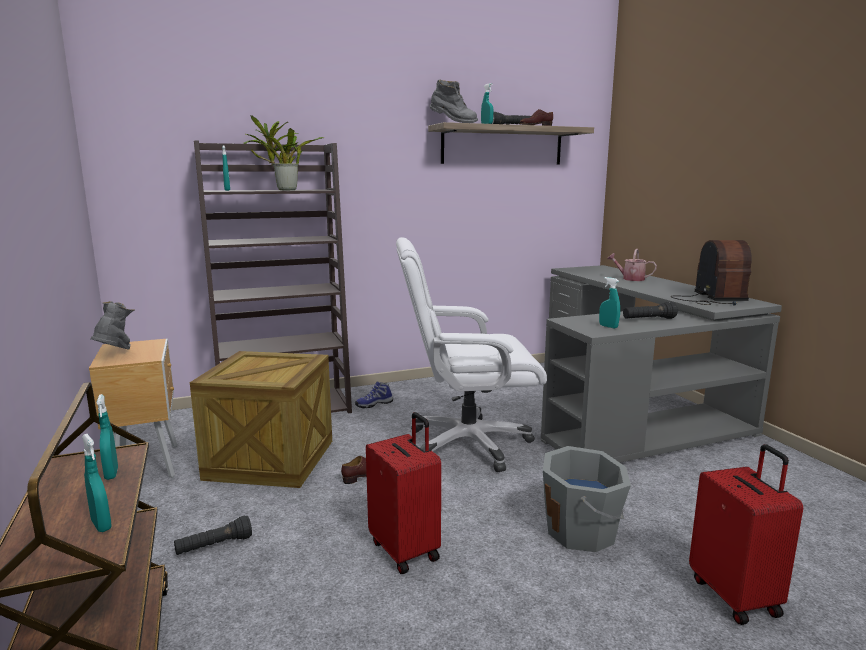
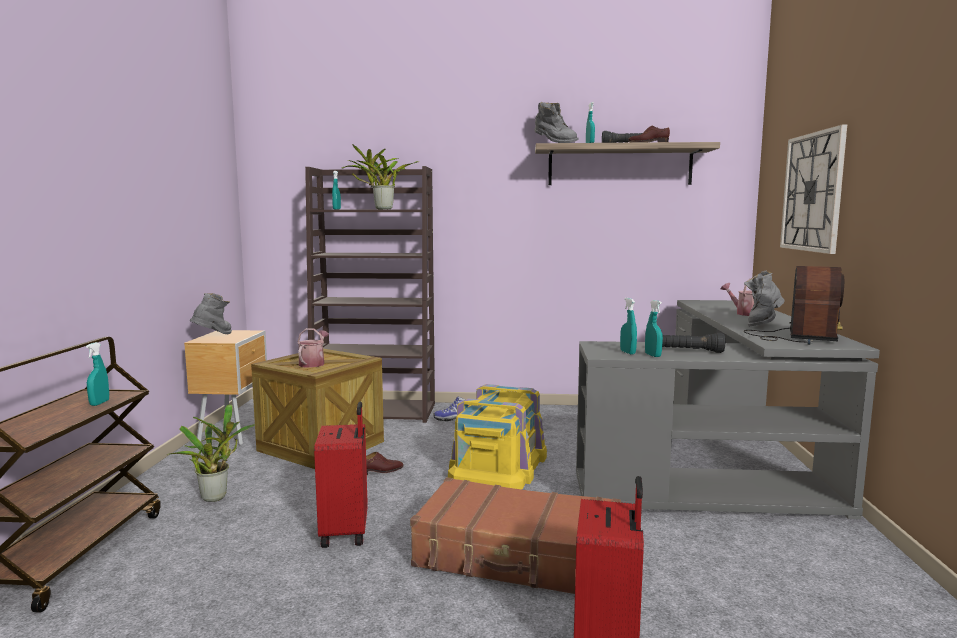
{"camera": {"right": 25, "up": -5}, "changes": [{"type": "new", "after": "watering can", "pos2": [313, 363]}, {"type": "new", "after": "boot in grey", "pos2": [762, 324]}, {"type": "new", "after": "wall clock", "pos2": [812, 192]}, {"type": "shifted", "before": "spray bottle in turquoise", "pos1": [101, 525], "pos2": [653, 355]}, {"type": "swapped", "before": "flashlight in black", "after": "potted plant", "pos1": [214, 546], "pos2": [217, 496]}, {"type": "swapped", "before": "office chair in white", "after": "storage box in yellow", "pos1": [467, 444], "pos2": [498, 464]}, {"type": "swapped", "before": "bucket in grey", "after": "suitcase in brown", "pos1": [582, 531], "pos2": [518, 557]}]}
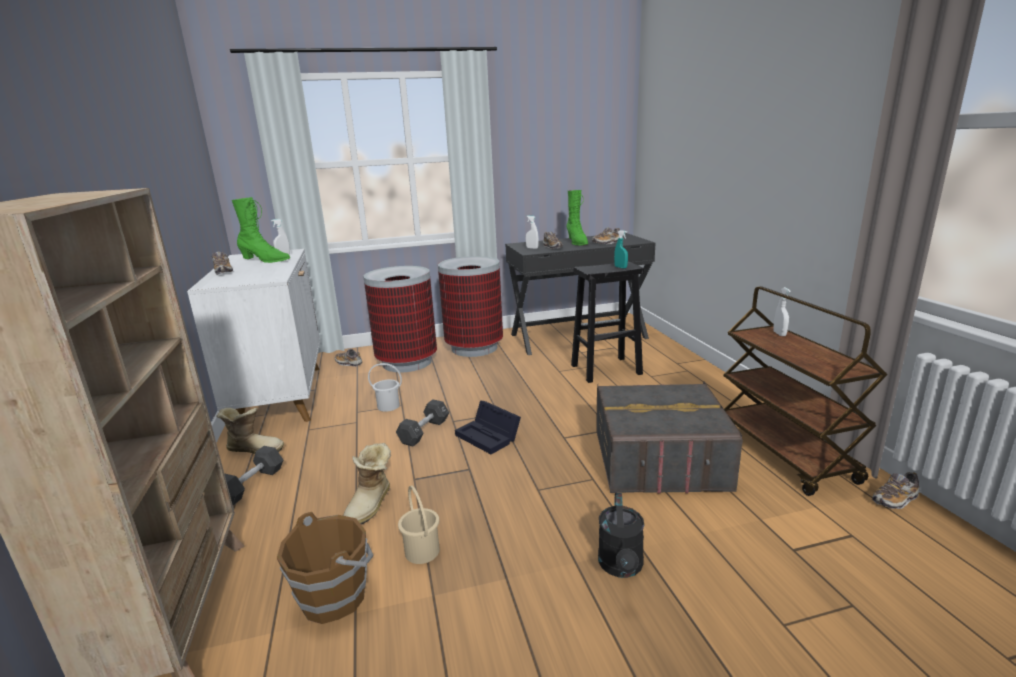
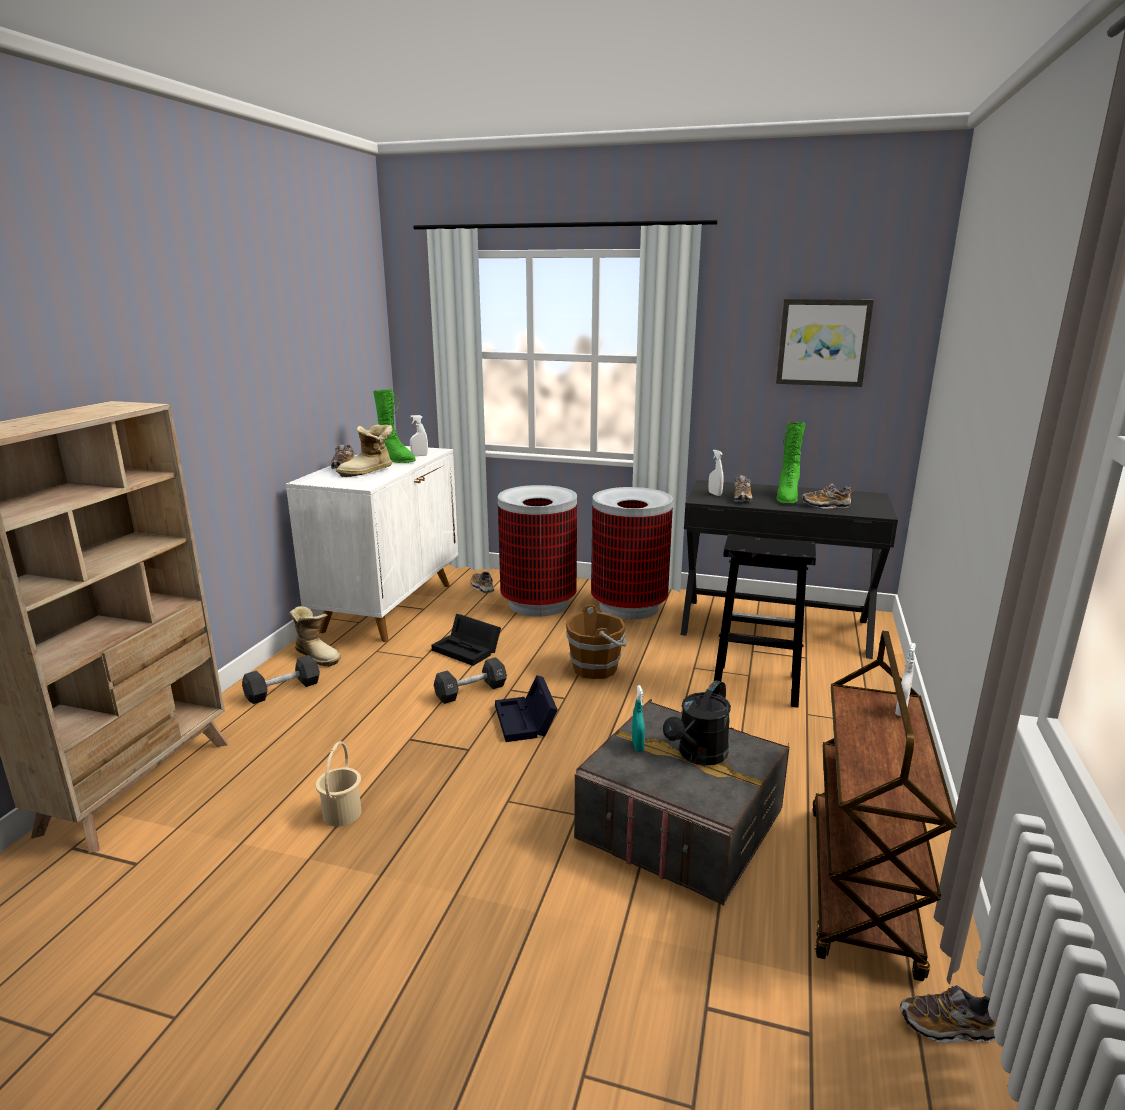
{"camera": {"right": 30, "up": 0}, "changes": [{"type": "new", "after": "picture", "pos2": [823, 342]}, {"type": "shifted", "before": "bucket in brown", "pos1": [335, 596], "pos2": [596, 668]}, {"type": "shifted", "before": "boot", "pos1": [371, 505], "pos2": [368, 472]}, {"type": "shifted", "before": "watering can in black", "pos1": [621, 567], "pos2": [698, 756]}, {"type": "shifted", "before": "spray bottle in turquoise", "pos1": [620, 267], "pos2": [637, 746]}, {"type": "swapped", "before": "bucket in white", "after": "storage box in black", "pos1": [388, 406], "pos2": [468, 650]}]}
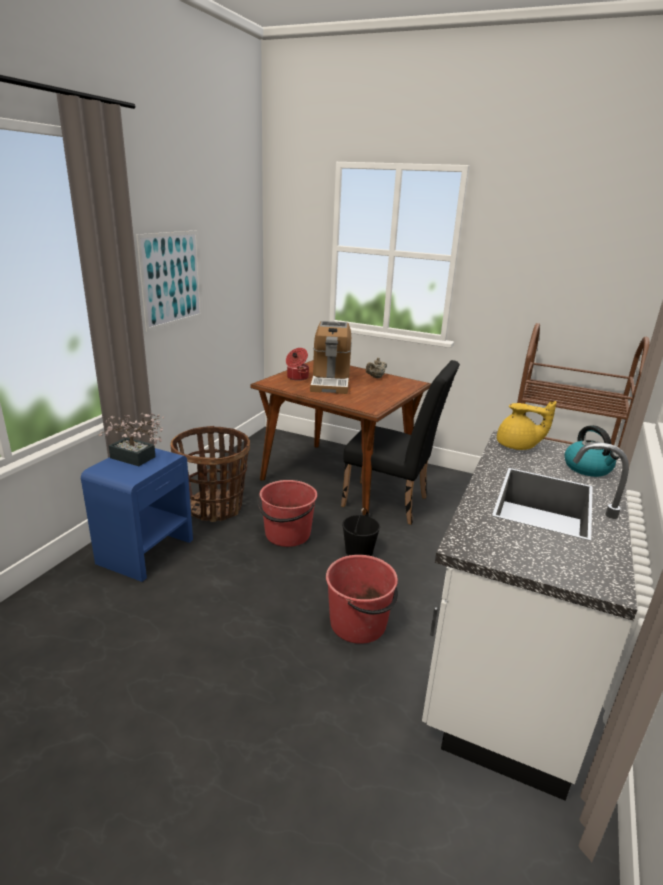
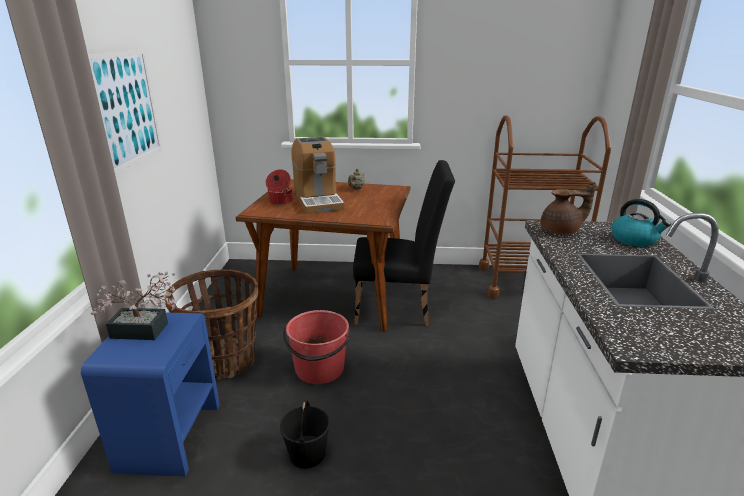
{"camera": {"right": -20, "up": 0}, "changes": [{"type": "gone", "before": "bucket in red", "pos1": [359, 623]}, {"type": "shifted", "before": "bucket in black", "pos1": [359, 551], "pos2": [307, 454]}, {"type": "repainted", "before": "teapot in yellow", "after": "teapot in brown", "pos1": [517, 446], "pos2": [561, 231]}]}
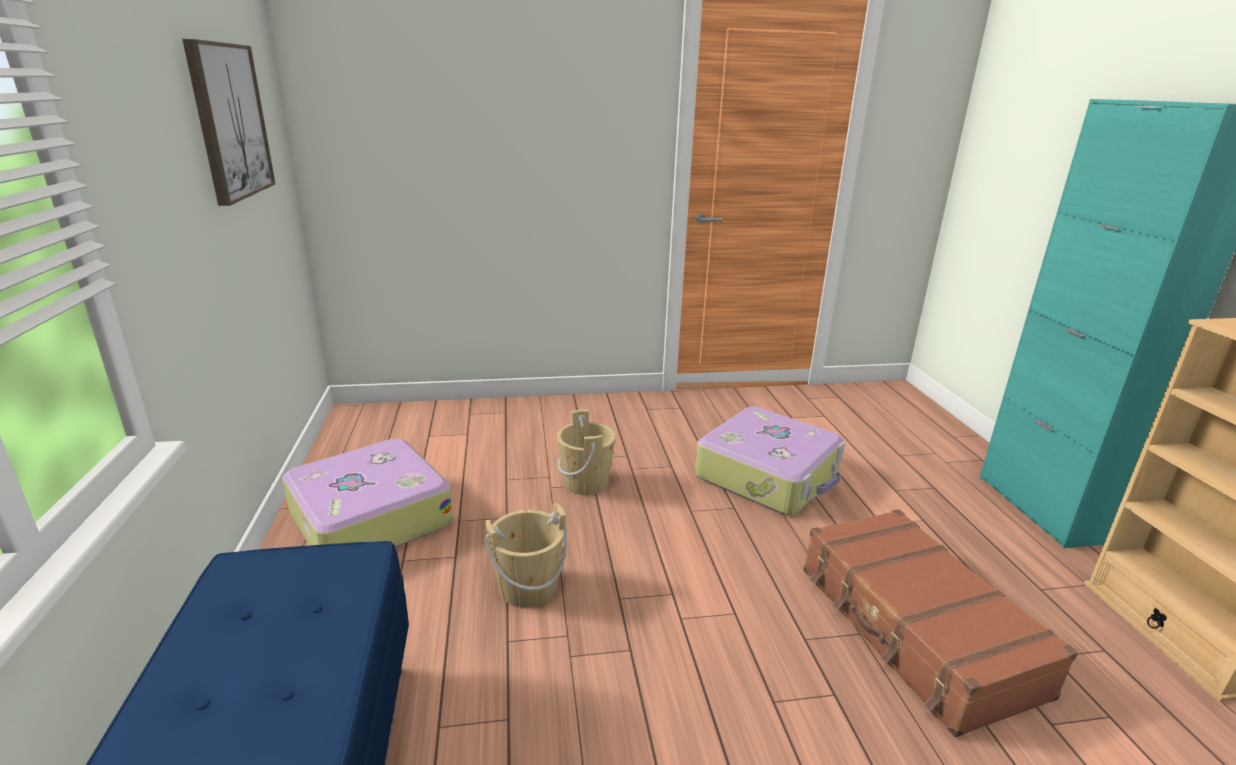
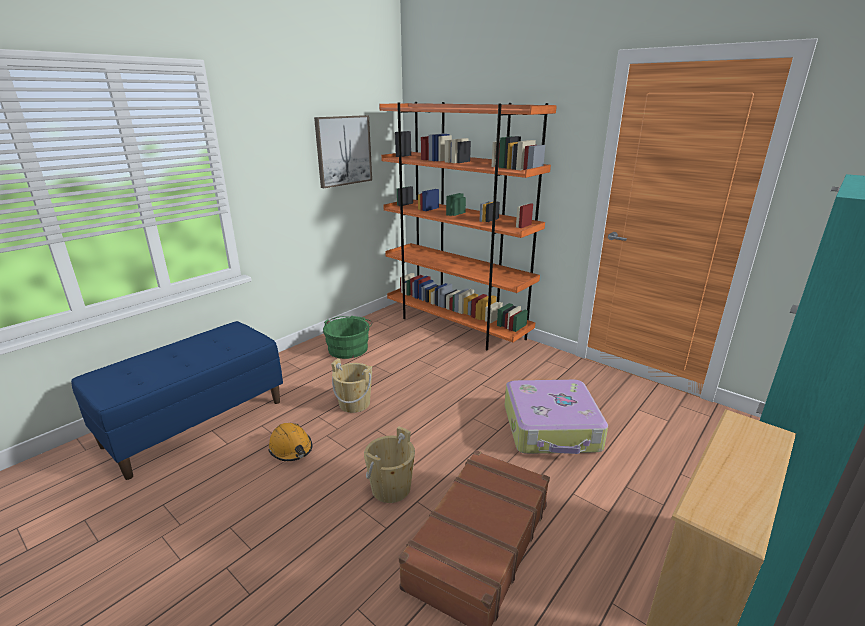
{"camera": {"right": 50, "up": 0}, "changes": [{"type": "new", "after": "hard hat in orange", "pos2": [291, 448]}, {"type": "new", "after": "bookcase in orange", "pos2": [456, 326]}, {"type": "shifted", "before": "bucket in beige", "pos1": [585, 482], "pos2": [391, 488]}, {"type": "swapped", "before": "suitcase", "after": "bucket in green", "pos1": [369, 518], "pos2": [349, 348]}]}
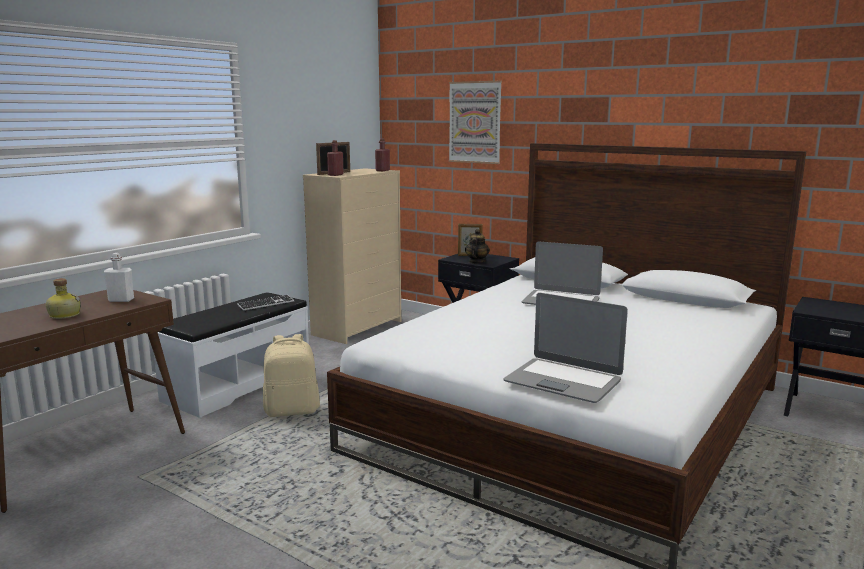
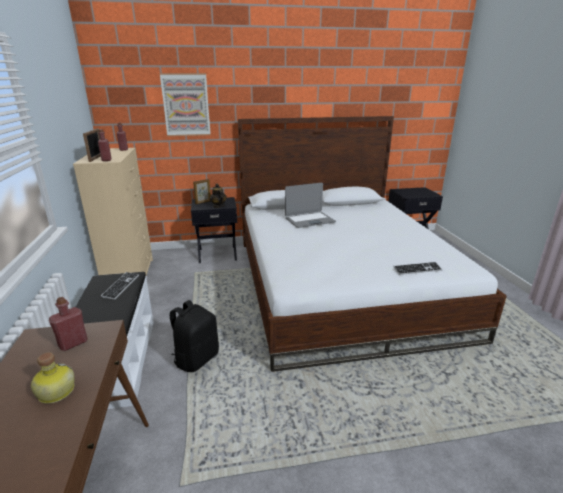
{"camera": {"right": -45, "up": 10}, "changes": [{"type": "swapped", "before": "laptop", "after": "keyboard", "pos1": [563, 381], "pos2": [417, 269]}, {"type": "repainted", "before": "bottle in white", "after": "bottle in red", "pos1": [121, 300], "pos2": [73, 343]}, {"type": "repainted", "before": "backpack in beige", "after": "backpack in black", "pos1": [292, 410], "pos2": [196, 359]}]}
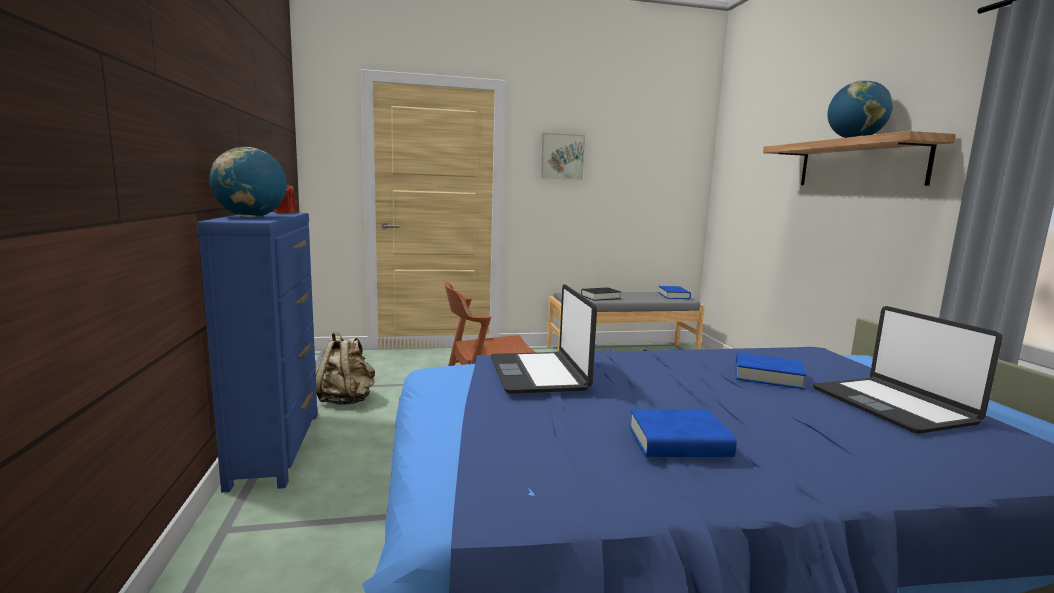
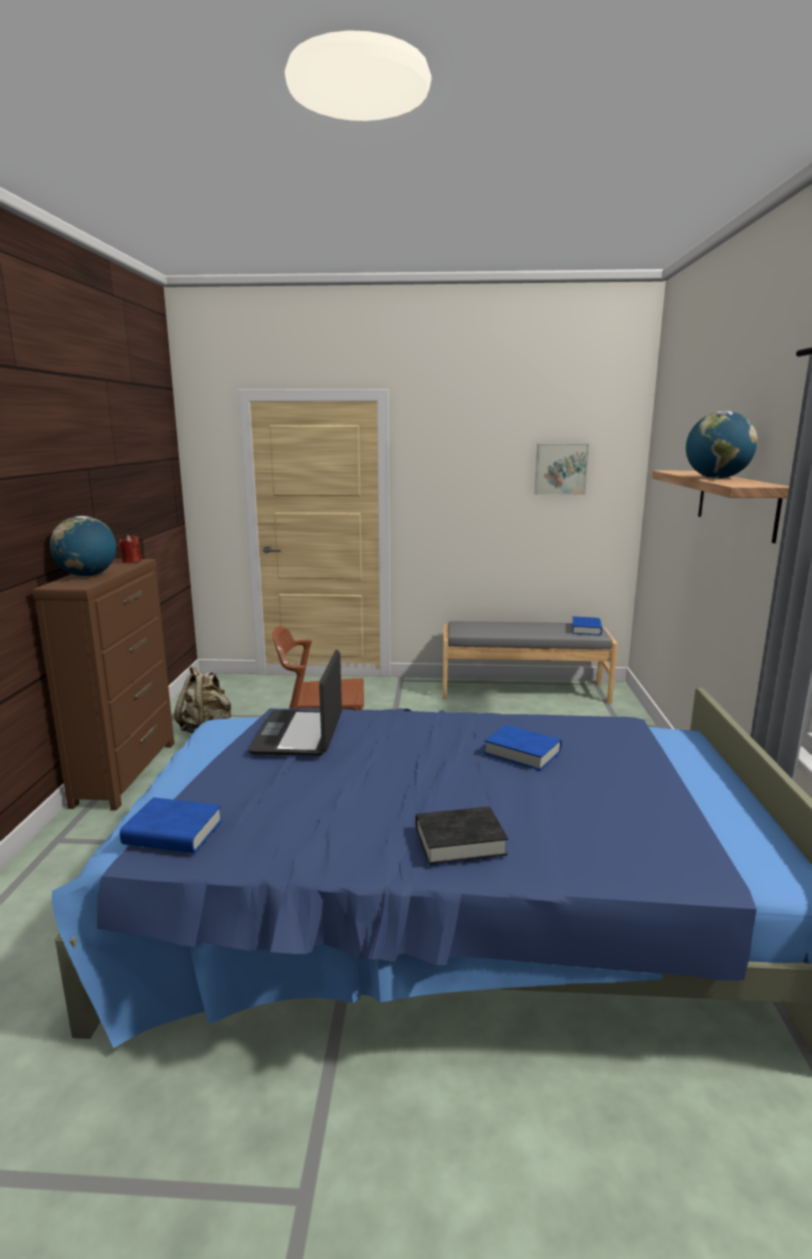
{"camera": {"right": 15, "up": 5}, "changes": [{"type": "gone", "before": "laptop", "pos1": [893, 406]}, {"type": "shifted", "before": "picture", "pos1": [561, 156], "pos2": [560, 469]}, {"type": "shifted", "before": "book in black", "pos1": [600, 297], "pos2": [460, 841]}, {"type": "shifted", "before": "book in blue", "pos1": [678, 442], "pos2": [173, 833]}, {"type": "repainted", "before": "dresser in blue", "after": "dresser in brown", "pos1": [277, 447], "pos2": [126, 772]}]}
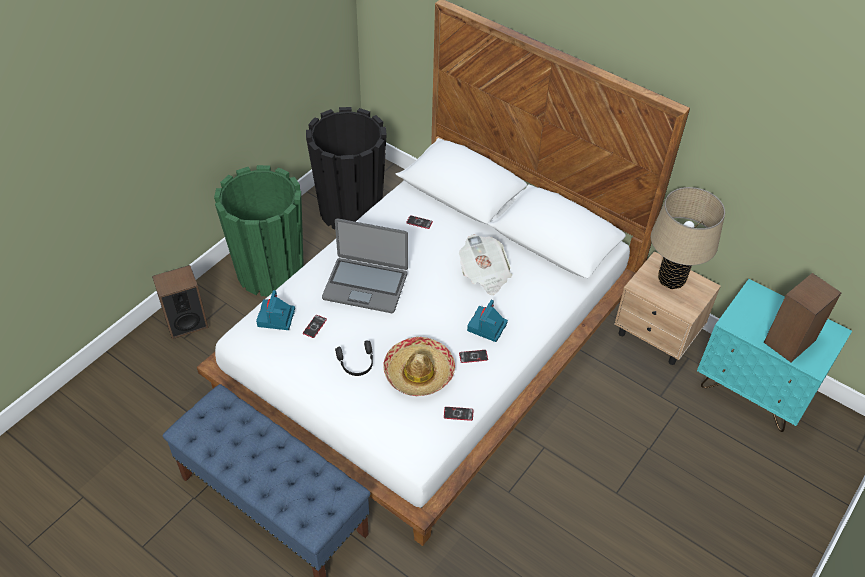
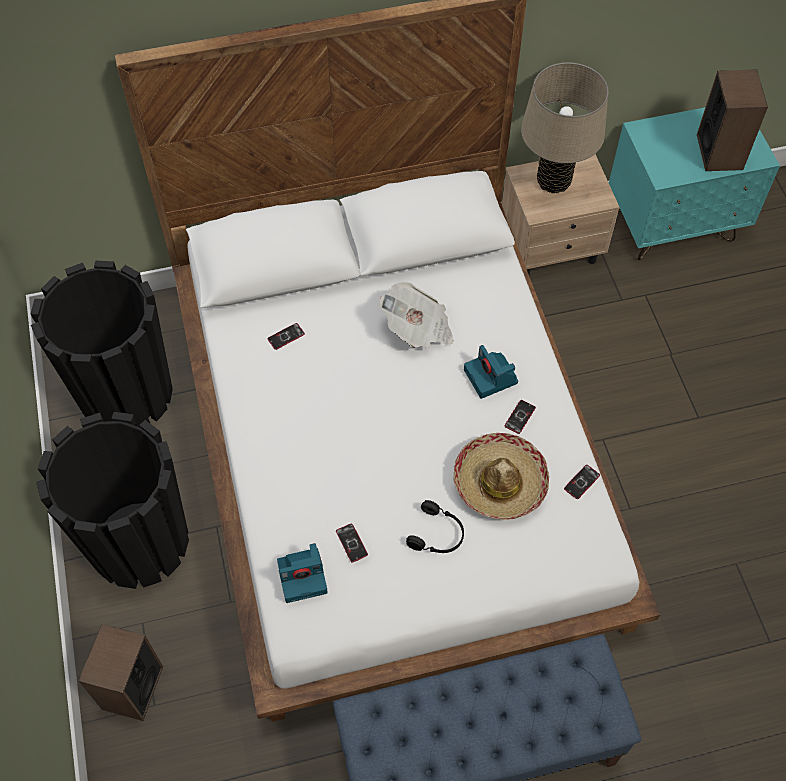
{"camera": {"right": -50, "up": 10}, "changes": [{"type": "gone", "before": "laptop", "pos1": [365, 285]}, {"type": "repainted", "before": "planter in green", "after": "planter in black", "pos1": [270, 271], "pos2": [139, 542]}, {"type": "rotated", "before": "photo camera", "pos1": [276, 318], "pos2": [303, 576], "turn": -60}]}
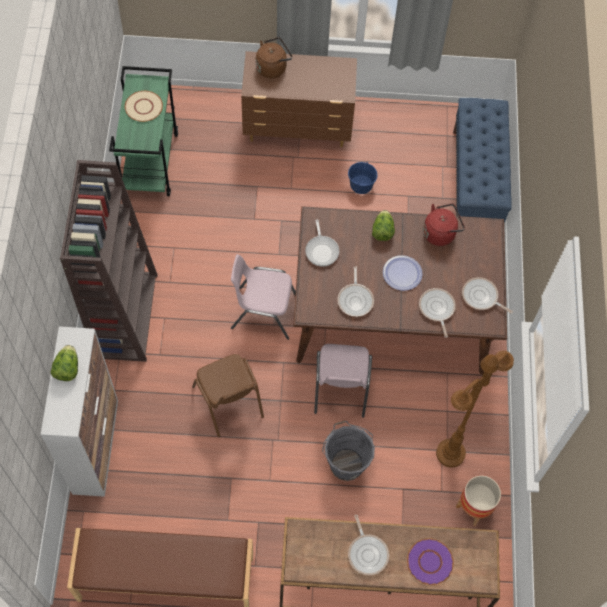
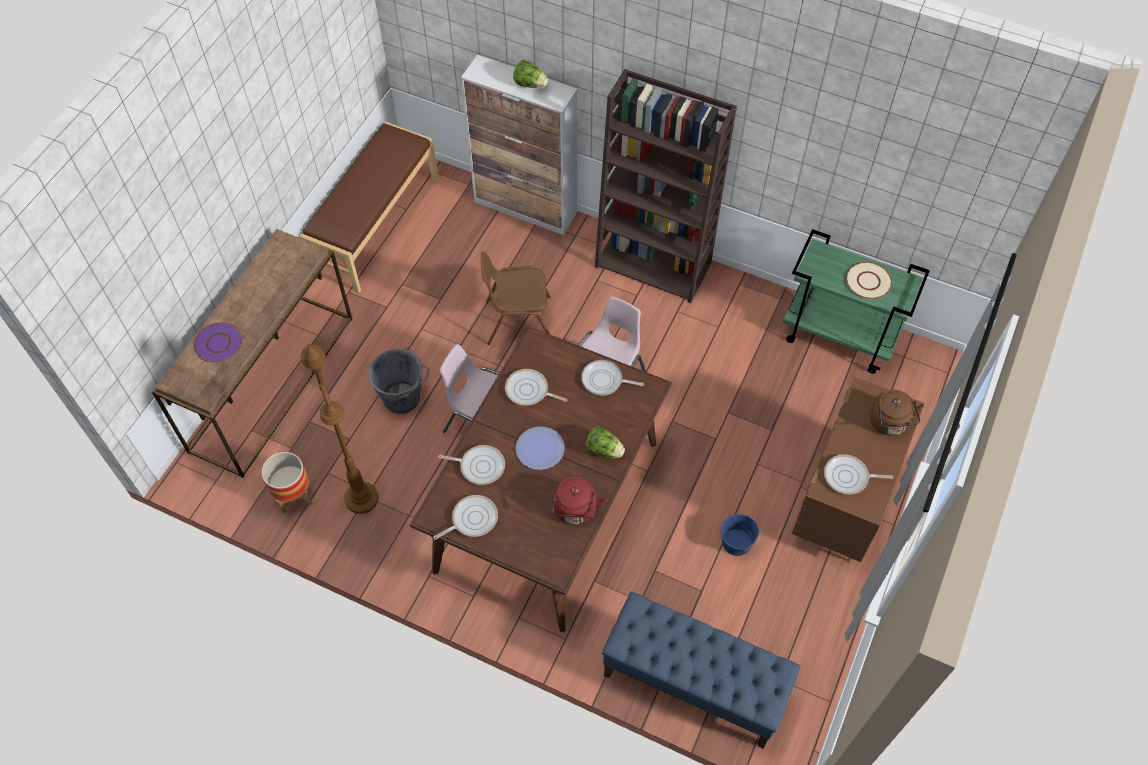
{"camera": {"right": 115, "up": -5}, "changes": [{"type": "shifted", "before": "frying pan", "pos1": [367, 552], "pos2": [848, 477]}]}
